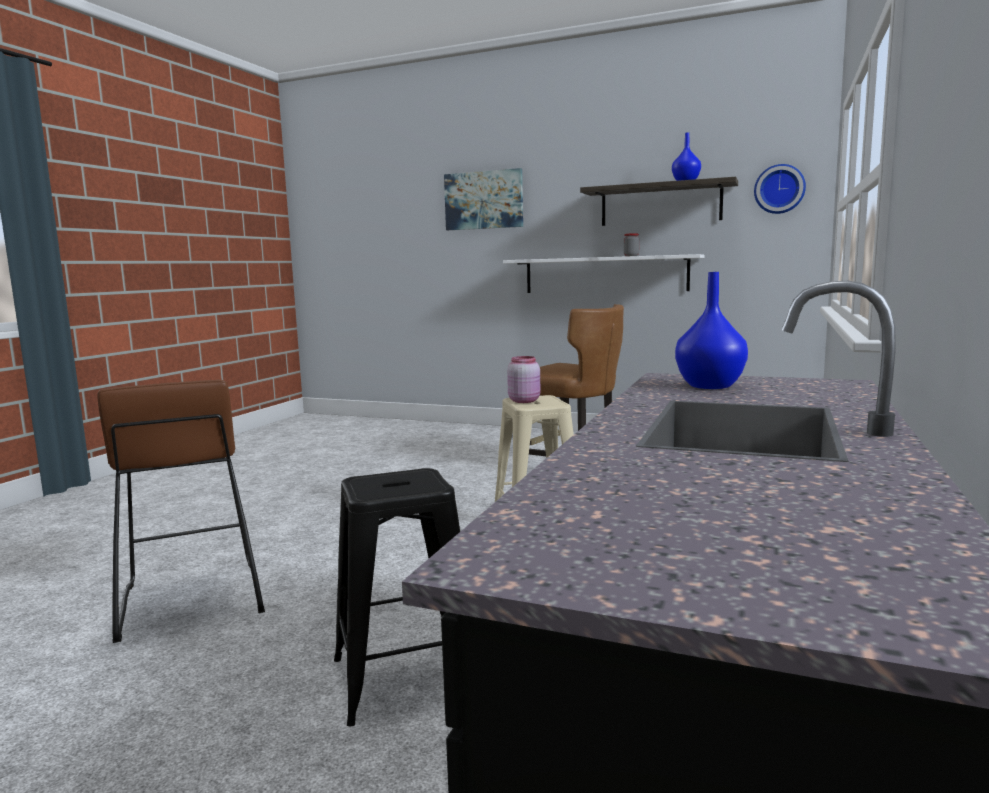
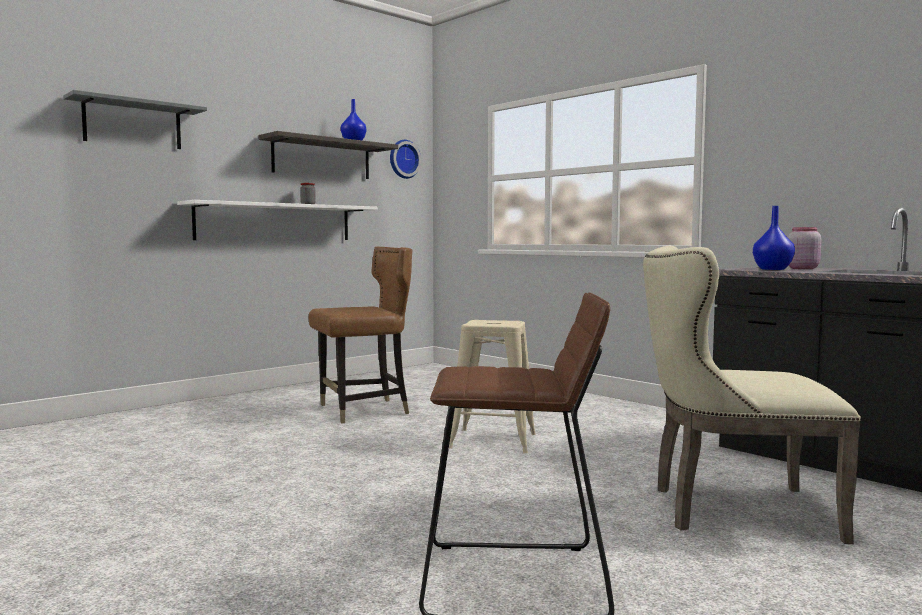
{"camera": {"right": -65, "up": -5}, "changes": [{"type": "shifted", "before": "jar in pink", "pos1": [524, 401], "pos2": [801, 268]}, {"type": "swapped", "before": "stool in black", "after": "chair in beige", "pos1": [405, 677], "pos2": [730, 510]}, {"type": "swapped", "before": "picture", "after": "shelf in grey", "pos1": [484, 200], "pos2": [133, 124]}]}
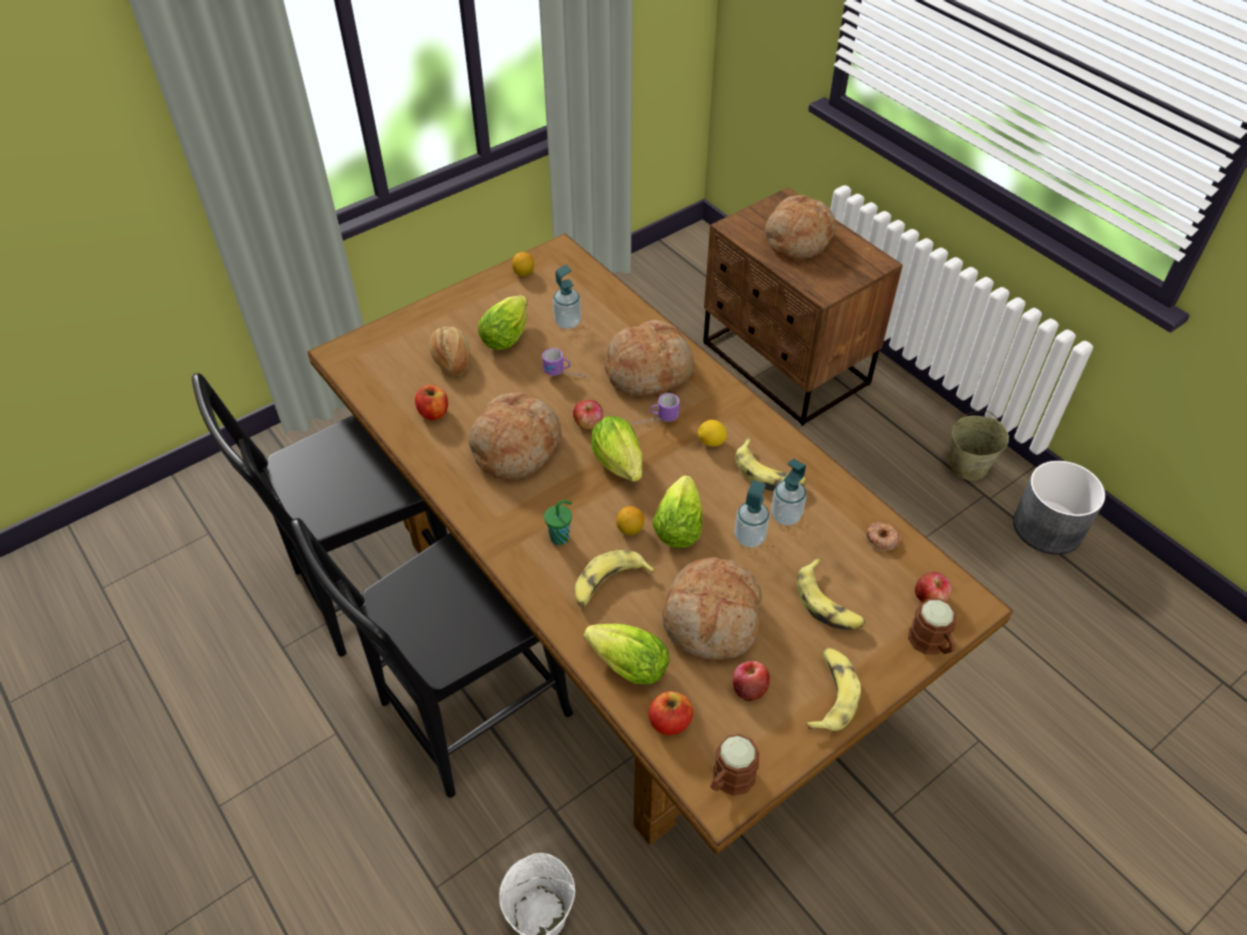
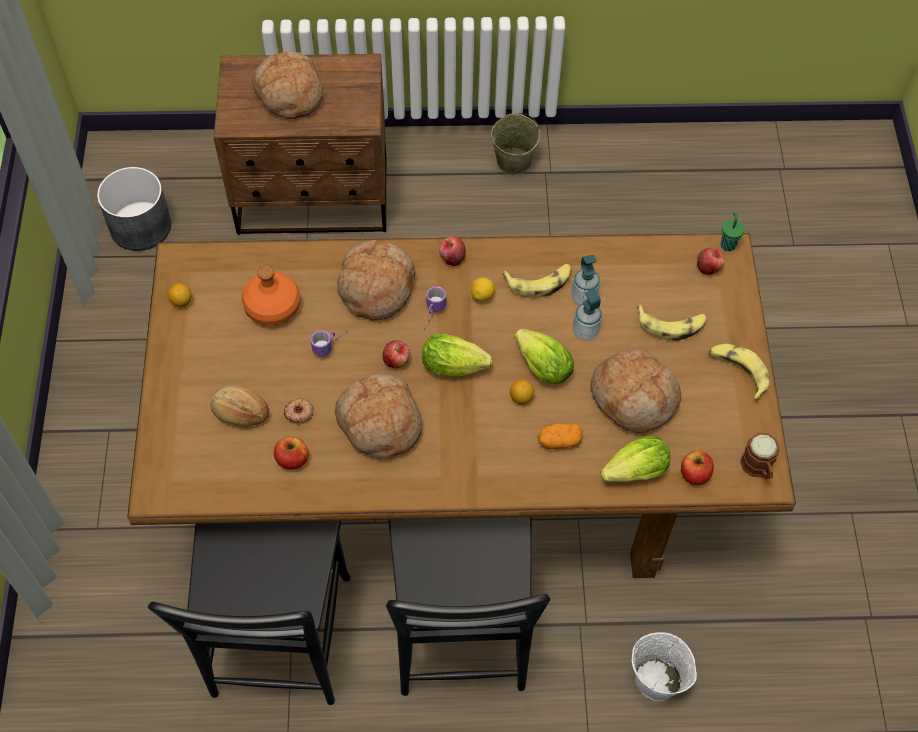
{"camera": {"right": -55, "up": 10}, "changes": [{"type": "gone", "before": "lettuce", "pos1": [508, 335]}, {"type": "gone", "before": "mug in brown", "pos1": [931, 644]}, {"type": "shifted", "before": "cup in green", "pos1": [560, 537], "pos2": [727, 244]}, {"type": "shifted", "before": "apple", "pos1": [749, 688], "pos2": [452, 258]}, {"type": "shifted", "before": "donut", "pos1": [881, 539], "pos2": [299, 413]}, {"type": "shifted", "before": "planter in grey", "pos1": [1046, 527], "pos2": [140, 227]}, {"type": "swapped", "before": "soap dispenser", "after": "bottle in orange", "pos1": [567, 322], "pos2": [272, 307]}, {"type": "swapped", "before": "banana", "after": "potato", "pos1": [609, 584], "pos2": [559, 441]}]}
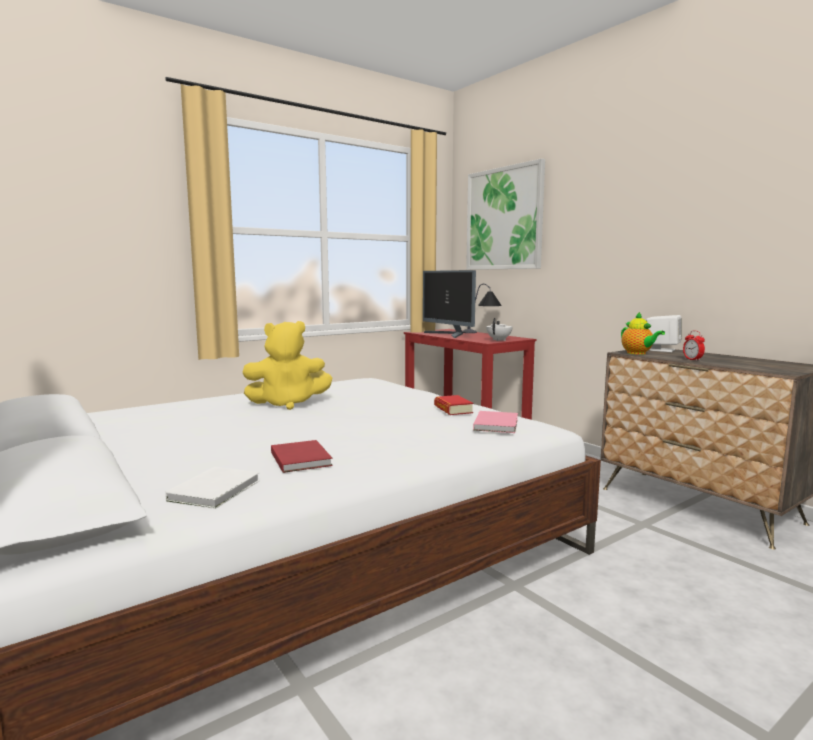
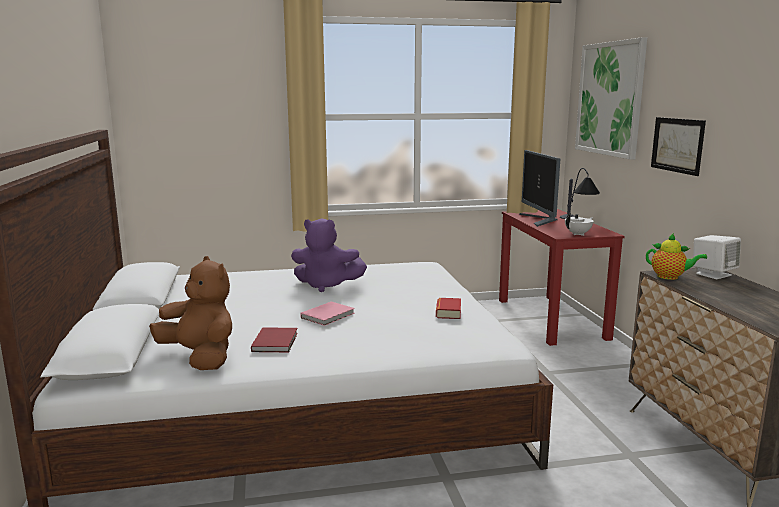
{"camera": {"right": 25, "up": 5}, "changes": [{"type": "gone", "before": "alarm clock", "pos1": [692, 360]}, {"type": "new", "after": "picture", "pos2": [677, 145]}, {"type": "shifted", "before": "book in pink", "pos1": [497, 424], "pos2": [329, 315]}, {"type": "swapped", "before": "book in white", "after": "plush toy in brown", "pos1": [217, 490], "pos2": [200, 357]}, {"type": "repainted", "before": "plush toy in yellow", "after": "plush toy in purple", "pos1": [288, 404], "pos2": [326, 285]}, {"type": "rotated", "before": "teapot", "pos1": [638, 353], "pos2": [670, 277], "turn": -60}]}
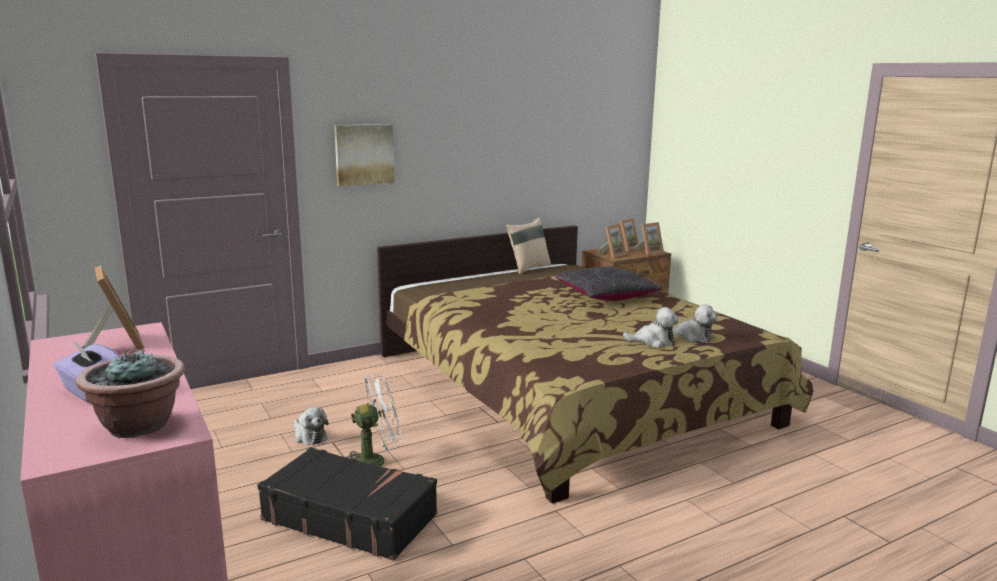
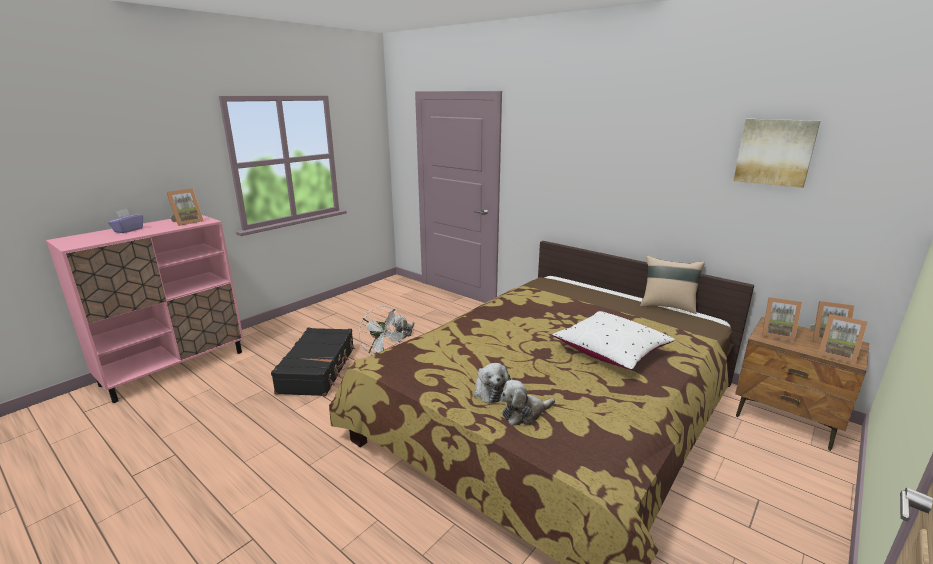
{"camera": {"right": 70, "up": 5}, "changes": [{"type": "gone", "before": "potted plant", "pos1": [138, 426]}, {"type": "shifted", "before": "picture", "pos1": [364, 154], "pos2": [774, 152]}, {"type": "repainted", "before": "pillow in black", "after": "pillow in white", "pos1": [606, 296], "pos2": [611, 351]}, {"type": "rotated", "before": "plush toy", "pos1": [692, 336], "pos2": [524, 414], "turn": 60}]}
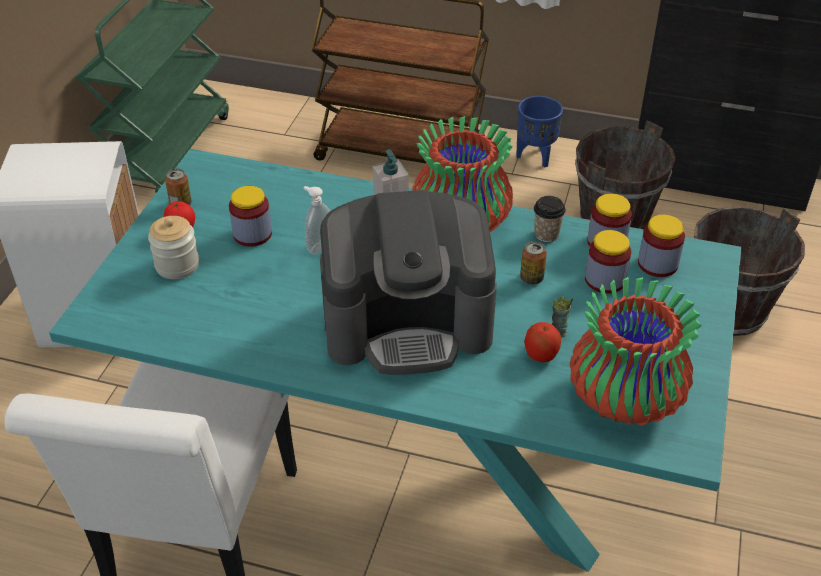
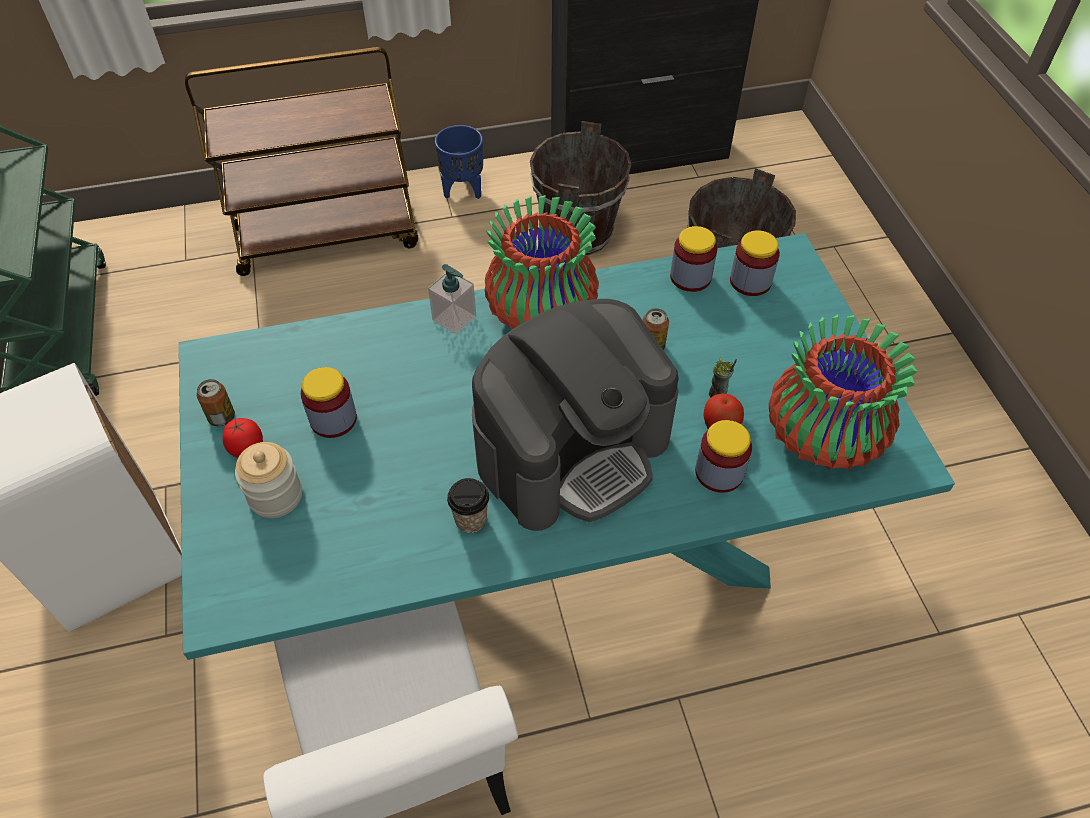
{"camera": {"right": -30, "up": 10}, "changes": [{"type": "gone", "before": "soap dispenser", "pos1": [318, 246]}, {"type": "shifted", "before": "cup", "pos1": [546, 234], "pos2": [470, 520]}, {"type": "shifted", "before": "jar", "pos1": [605, 280], "pos2": [719, 472]}]}
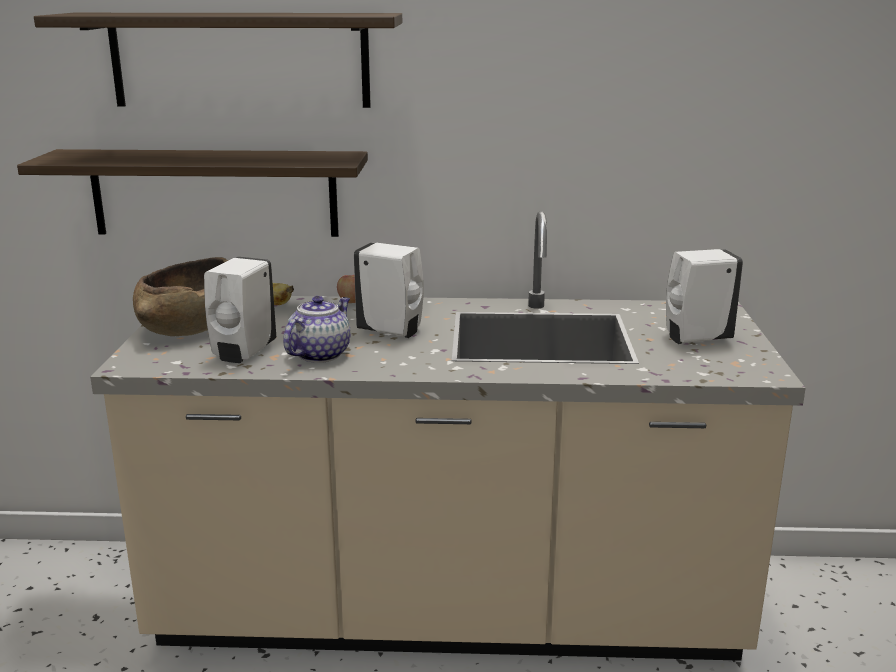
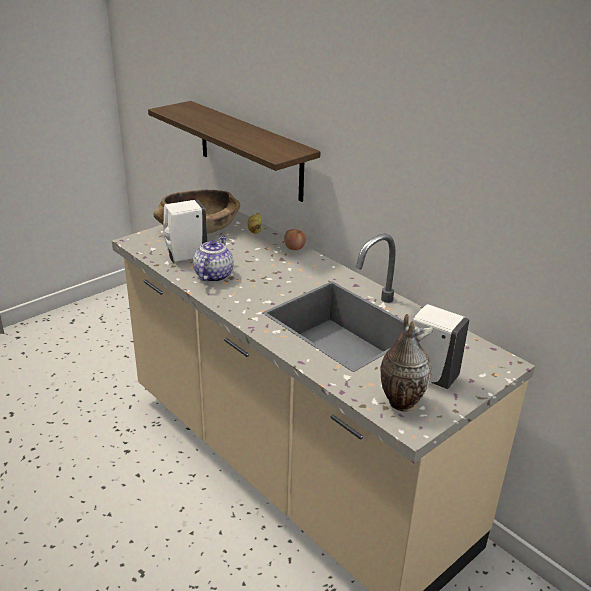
{"camera": {"right": 45, "up": 10}, "changes": [{"type": "gone", "before": "shelf", "pos1": [240, 60]}, {"type": "gone", "before": "soap dispenser in white", "pos1": [392, 331]}, {"type": "new", "after": "vase", "pos2": [400, 402]}, {"type": "rotated", "before": "teapot", "pos1": [320, 354], "pos2": [213, 275], "turn": -60}]}
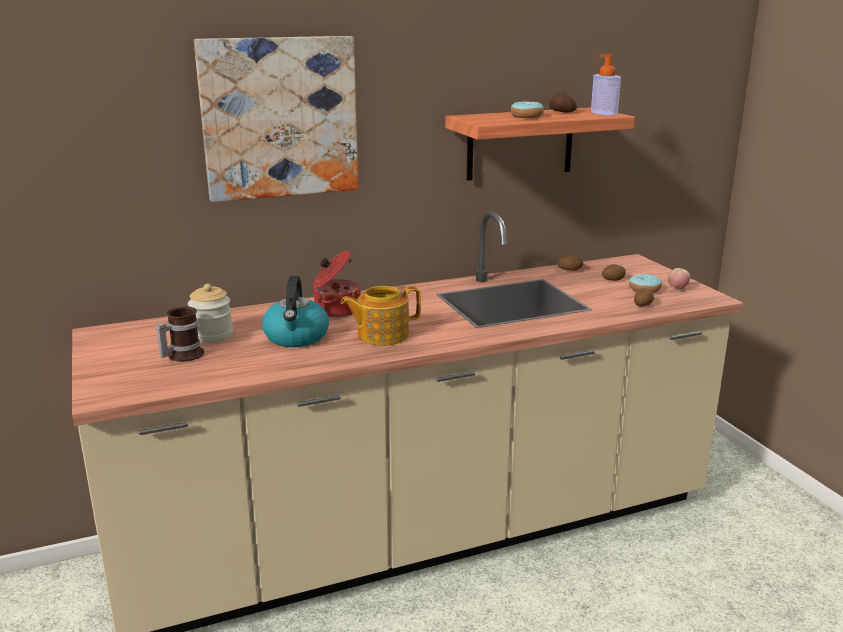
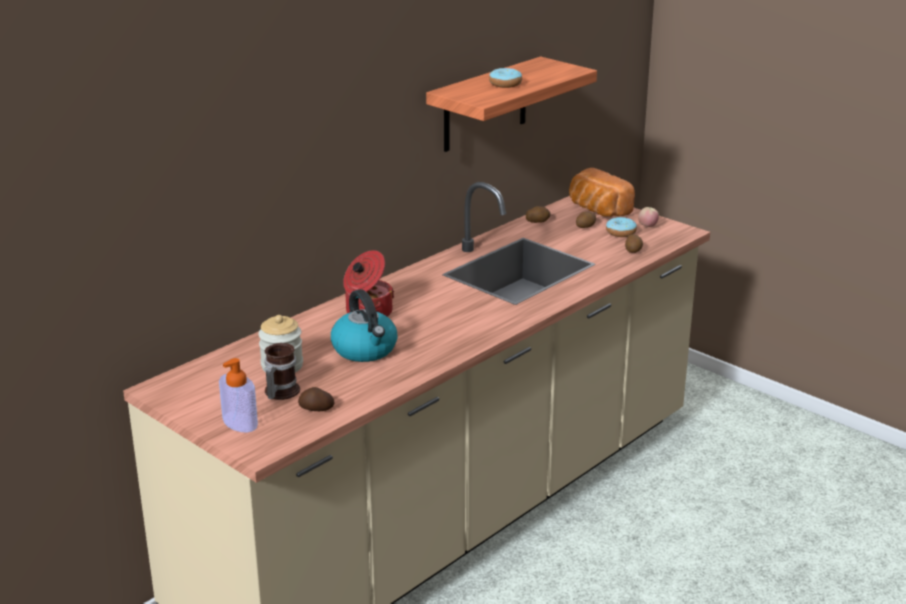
{"camera": {"right": -25, "up": 5}, "changes": [{"type": "gone", "before": "picture", "pos1": [279, 118]}, {"type": "gone", "before": "teapot", "pos1": [381, 335]}, {"type": "new", "after": "bread", "pos2": [597, 210]}, {"type": "shifted", "before": "potato", "pos1": [562, 112], "pos2": [316, 409]}, {"type": "shifted", "before": "soap dispenser", "pos1": [604, 113], "pos2": [240, 422]}]}
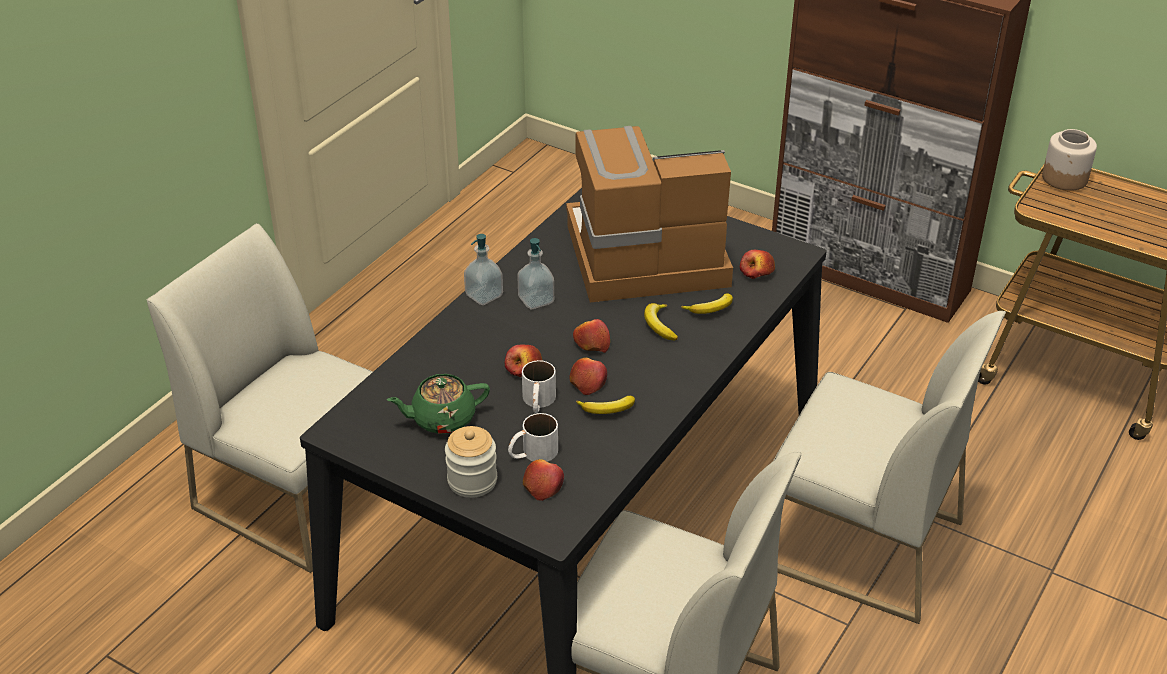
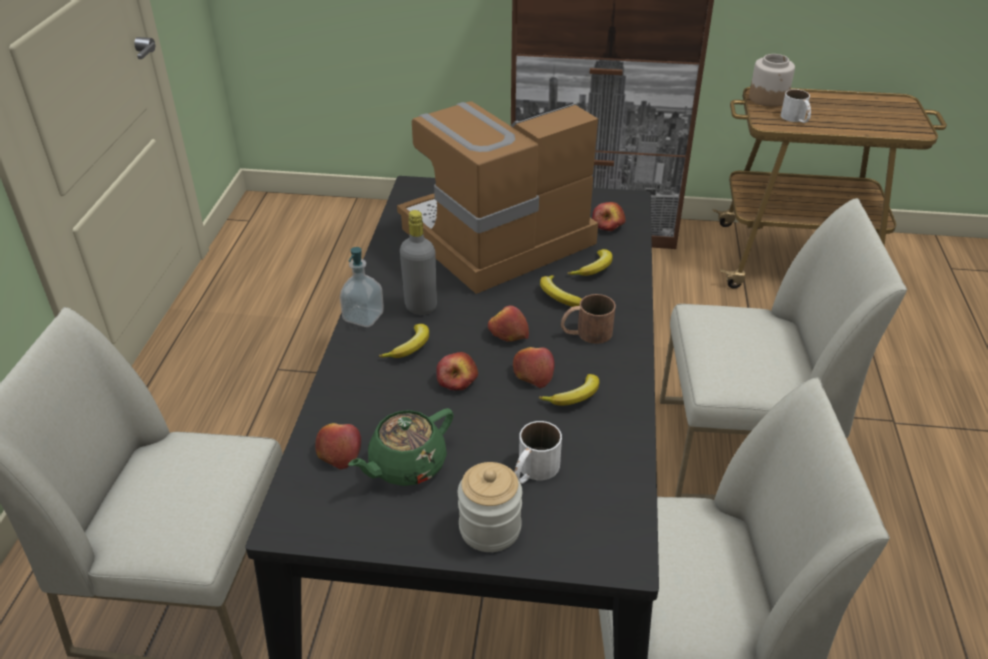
{"camera": {"right": -25, "up": 0}, "changes": [{"type": "new", "after": "banana", "pos2": [410, 347]}, {"type": "new", "after": "mug in brown", "pos2": [586, 333]}, {"type": "shifted", "before": "mug in white", "pos1": [538, 402], "pos2": [796, 119]}, {"type": "shifted", "before": "apple", "pos1": [543, 485], "pos2": [339, 451]}, {"type": "swapped", "before": "soap dispenser", "after": "bottle in grey", "pos1": [536, 300], "pos2": [421, 306]}]}
